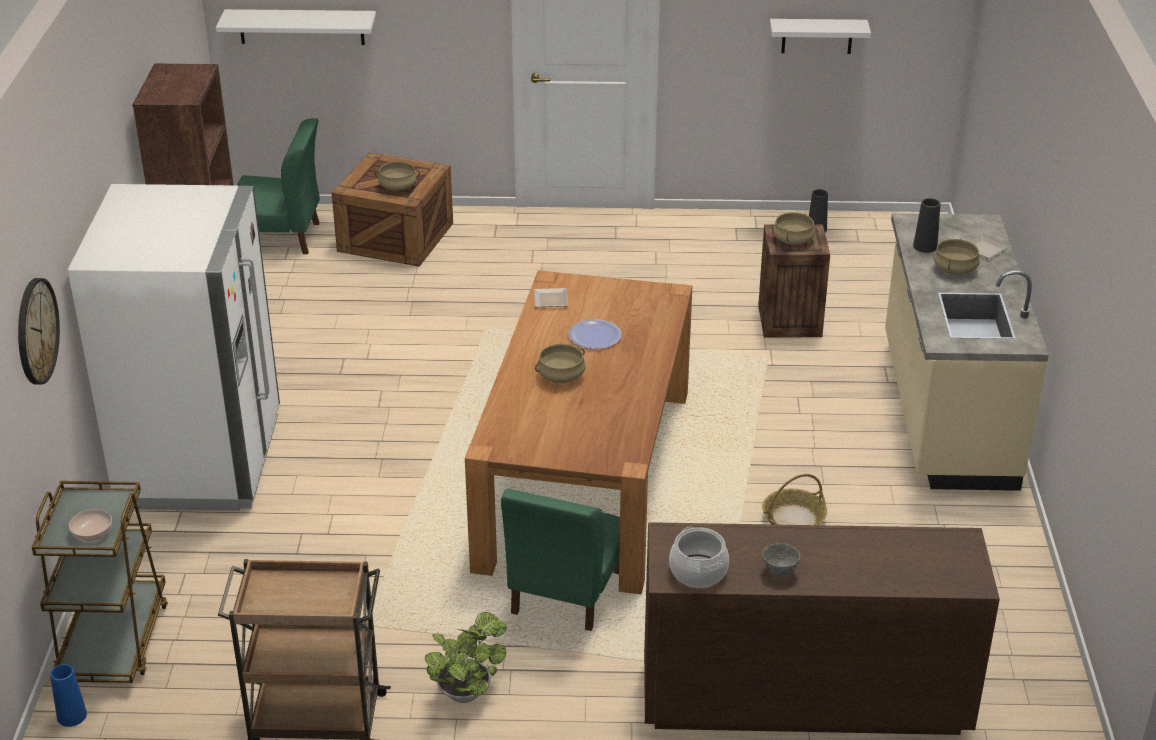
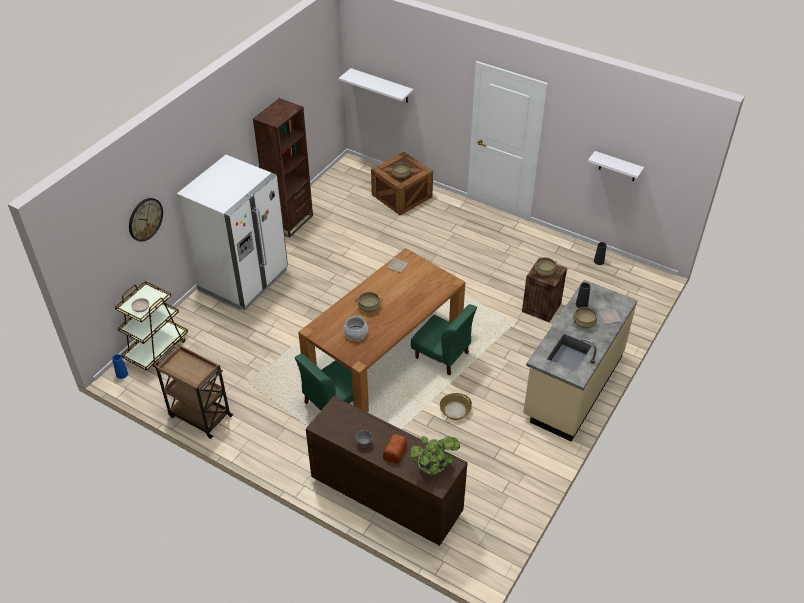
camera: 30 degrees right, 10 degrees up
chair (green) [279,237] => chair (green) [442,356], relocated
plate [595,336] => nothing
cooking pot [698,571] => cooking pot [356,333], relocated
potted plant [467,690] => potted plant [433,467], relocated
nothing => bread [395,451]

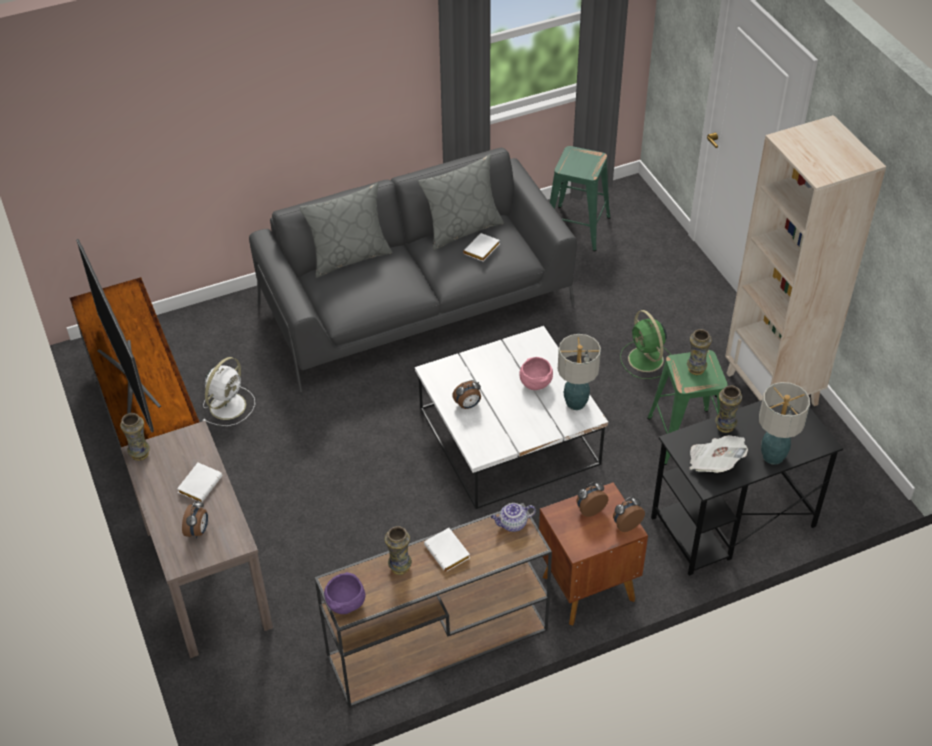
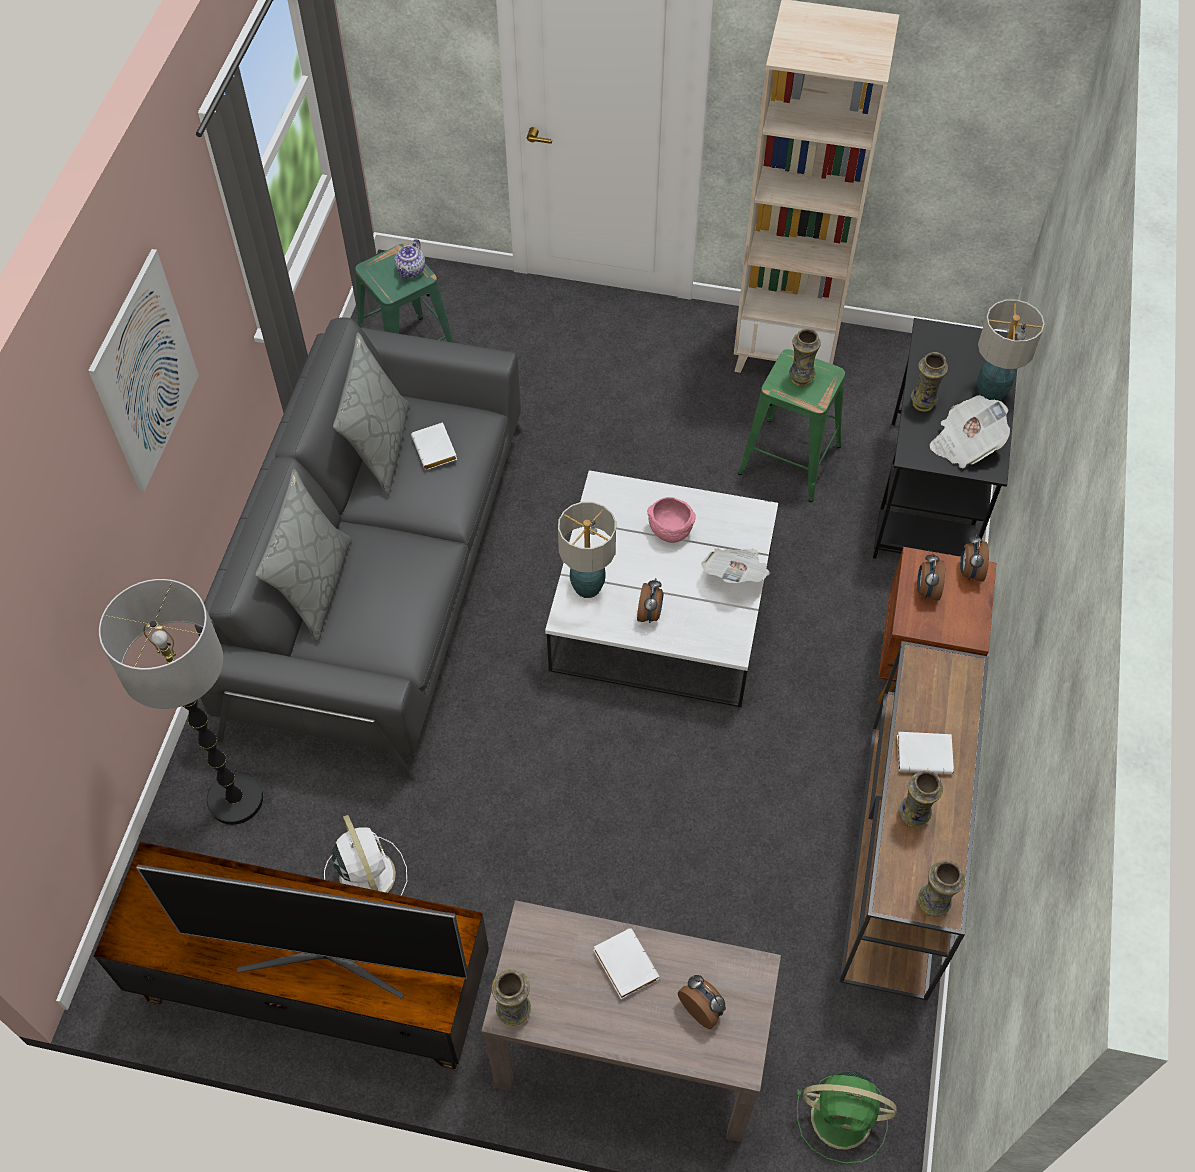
camera: 55 degrees left, 10 degrees up
fan (green) [646,360] => fan (green) [844,1118], relocated
table lamp [576,402] => table lamp [587,586], relocated
teapot [512,524] => teapot [411,271], relocated
bowl (purple) [346,605] => vase [933,904]
nothing => picture [145,372]
nothing => newspaper [735,575]
nothing => floor lamp [235,799]

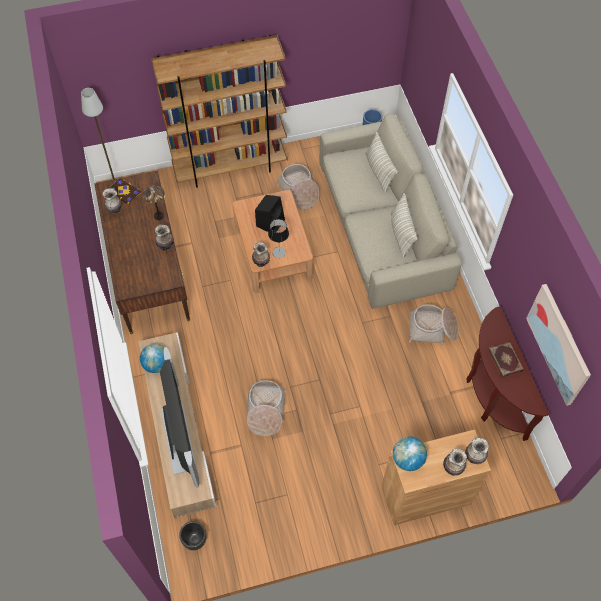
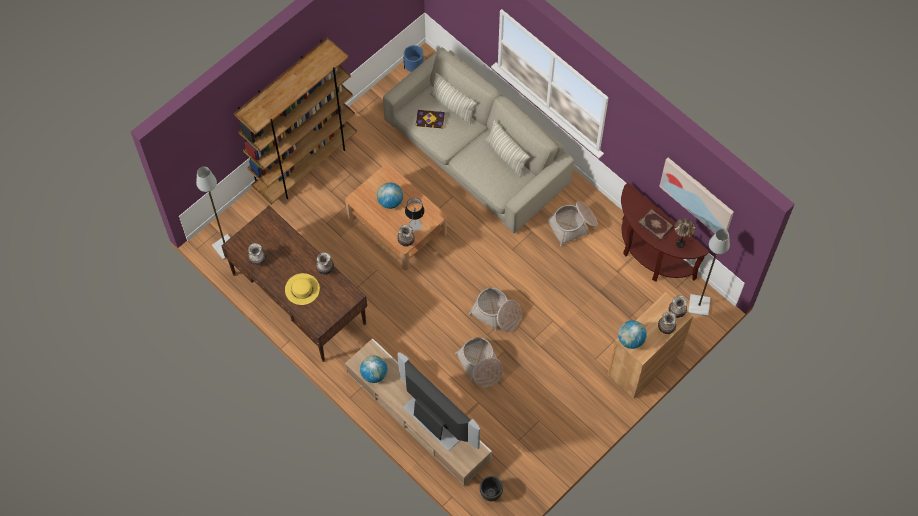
camera: 30 degrees left, 5 degrees up
basket [298,192] => basket [496,313], relocated
book [124,192] => book [430,119], relocated
table lamp [158,216] => table lamp [680,244], relocated
speaker (black) [270,222] => globe [390,201]
nothing => floor lamp (grey) [699,306]
nothing => hat (yellow) [302,289]

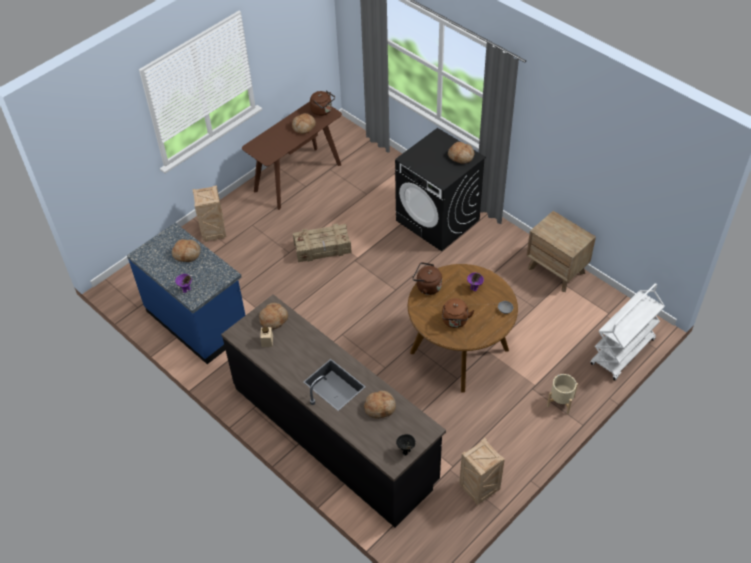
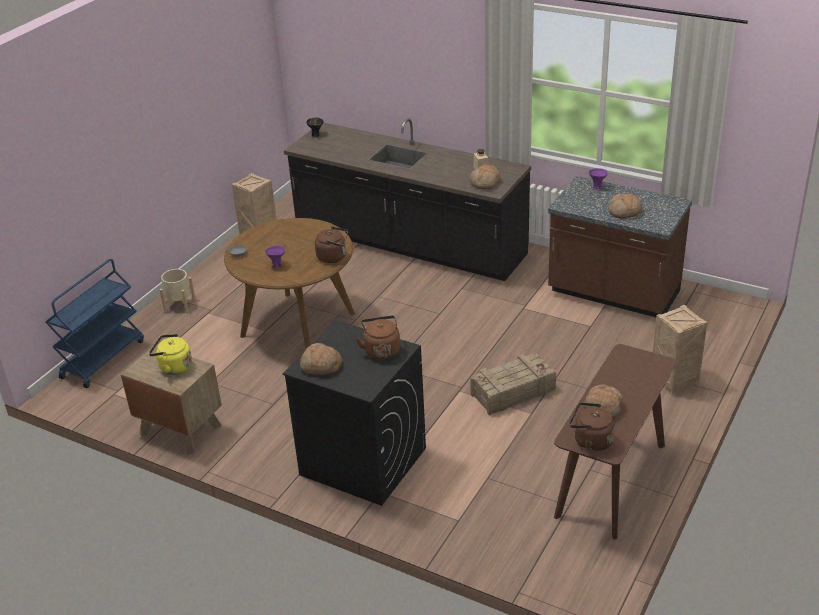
camera: 165 degrees right, 15 degrees down
counter (blue) [198,320] => counter (brown) [613,294]
cart (white) [622,352] => cart (blue) [103,358]
kettle (brown) [455,321] => kettle (brown) [381,350], relocated
bread [380,407] => nothing
nothing => kettle (yellow) [173,367]

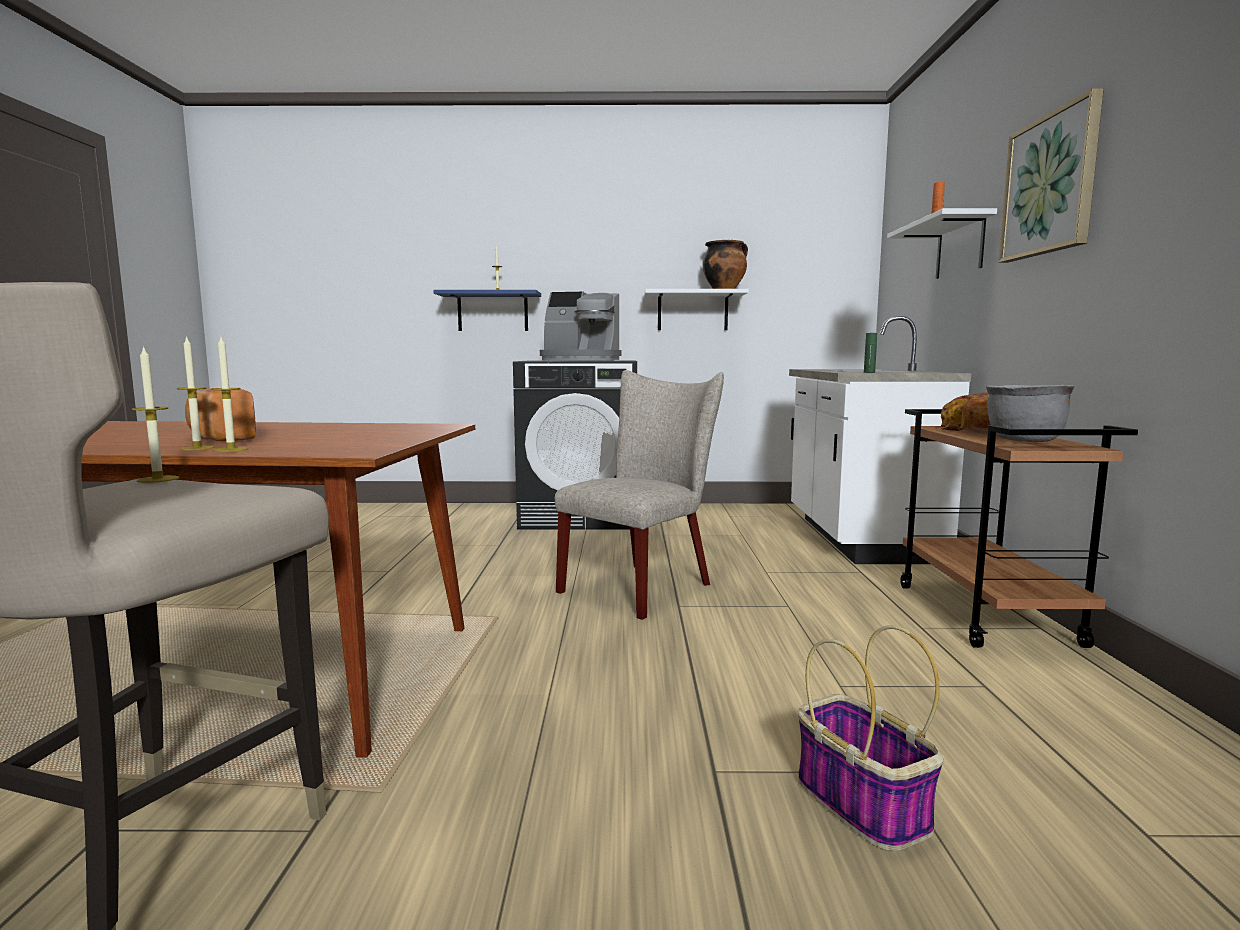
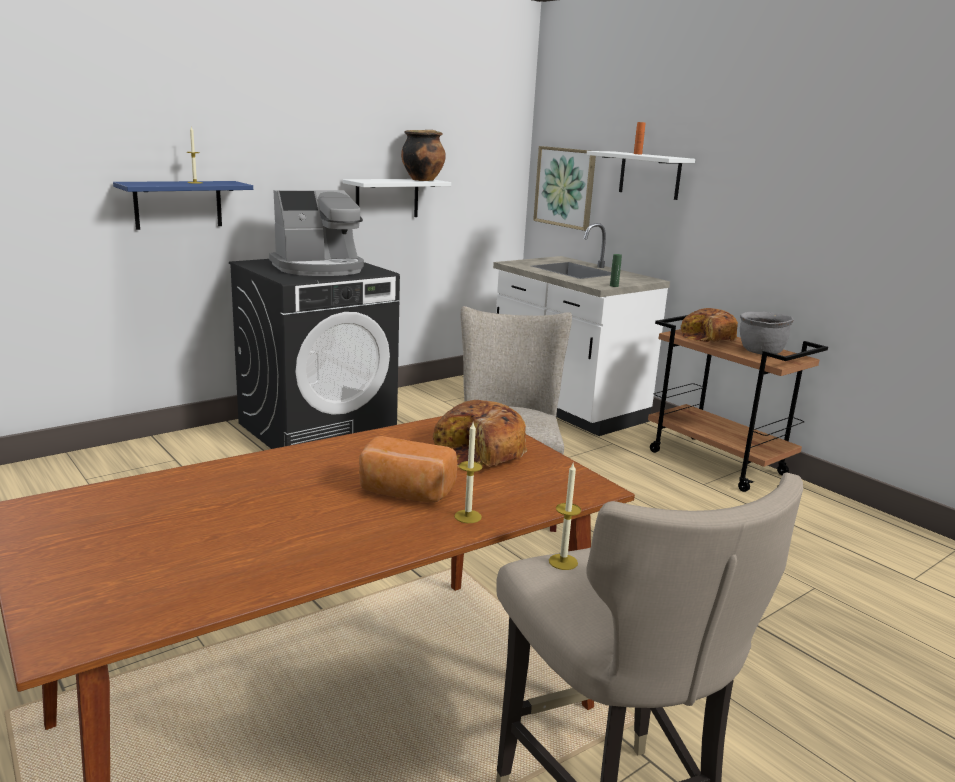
camera: 40 degrees left, 10 degrees up
picture [1050,185] => picture [565,187], relocated
candle [231,449] => nothing
basket [859,802] => nothing
nothing => bread [479,453]

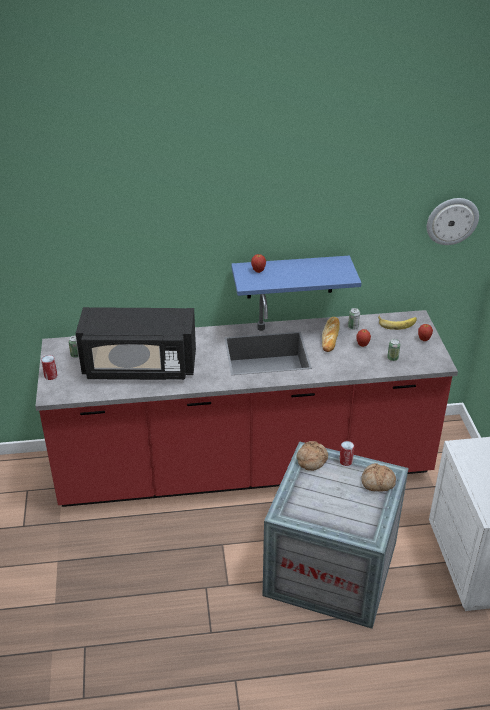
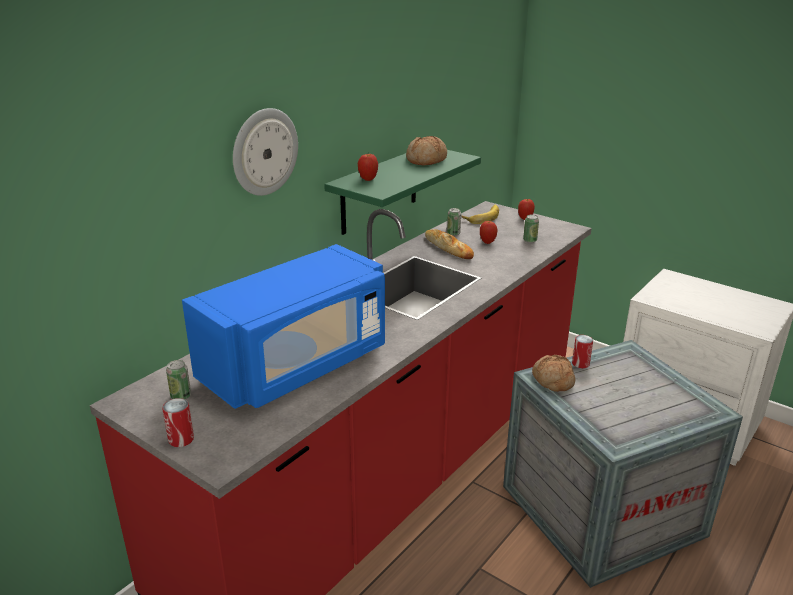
camera: 45 degrees left, 10 degrees down
wall clock [452,221] => wall clock [264,152], relocated
shelf (blue) [290,277] => shelf (green) [379,190]
microwave (black) [139,367] => microwave (blue) [297,365]
bread [377,483] => bread [427,160], relocated

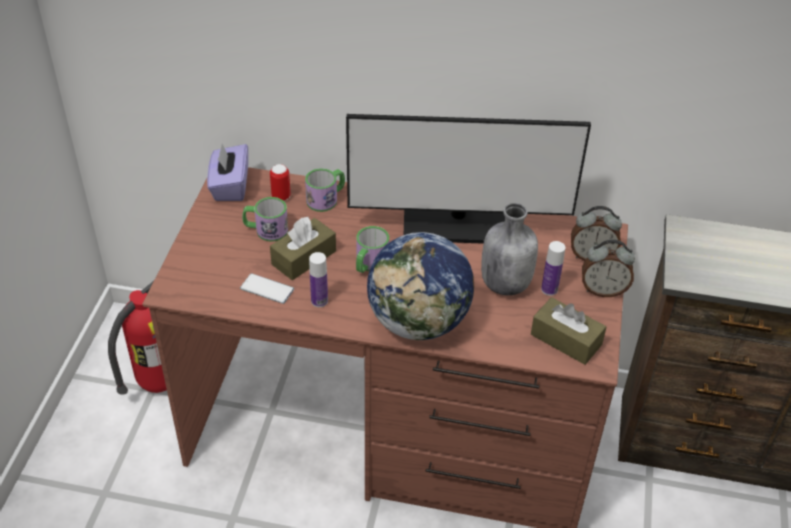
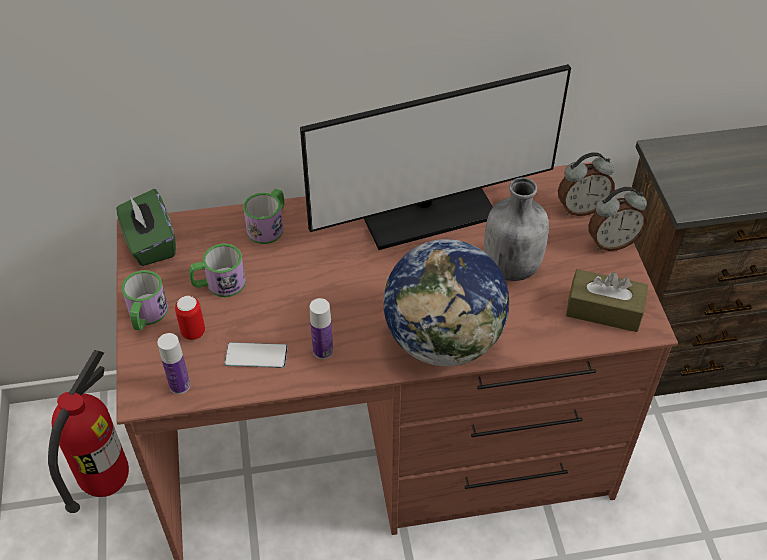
camera: 20 degrees left, 5 degrees up
tissue box (purple) [230,186] => tissue box (green) [150,243]
can [281,196] => can [193,332], relocated
tissue box (brown) [304,258] => nothing
mug [369,264] => mug [146,315], relocated
bottle [549,289] => bottle [180,385], relocated

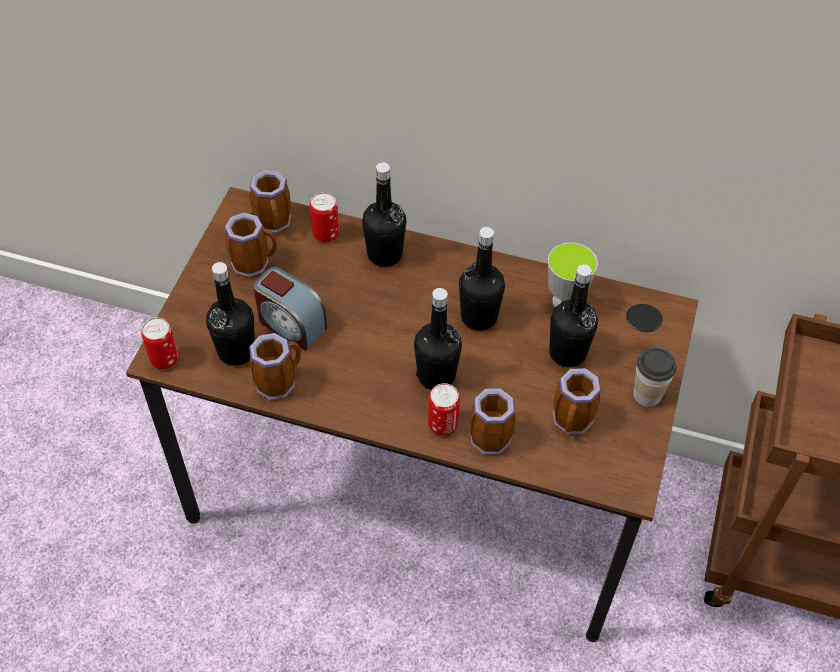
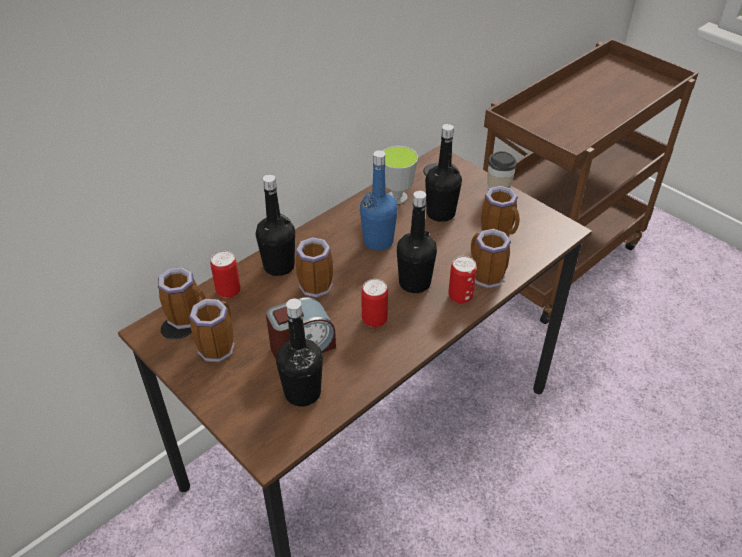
camera: 60 degrees left, 10 degrees down
bottle (black) [479,317] => bottle (blue) [378,241]
can [164,359] => can [374,320], relocated
mug [278,381] => mug [314,284], relocated

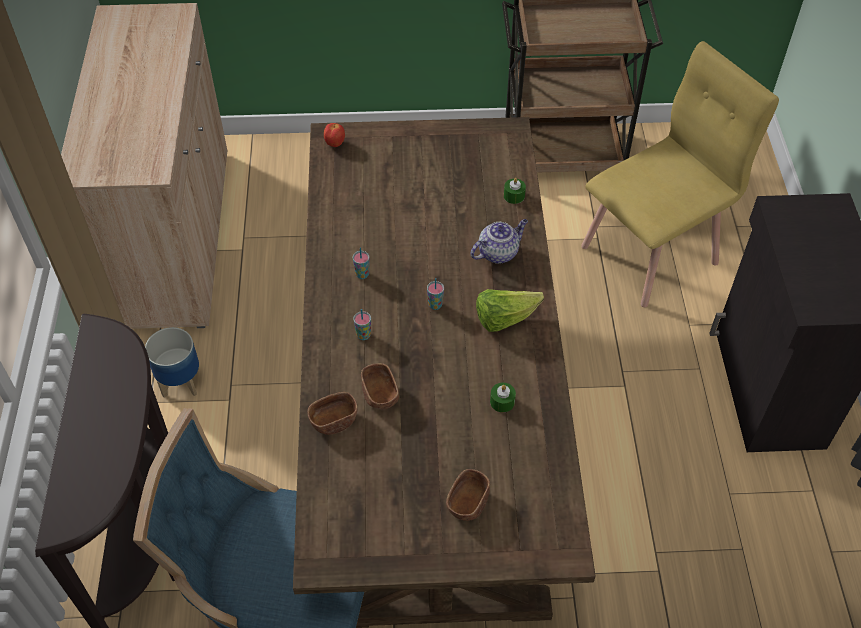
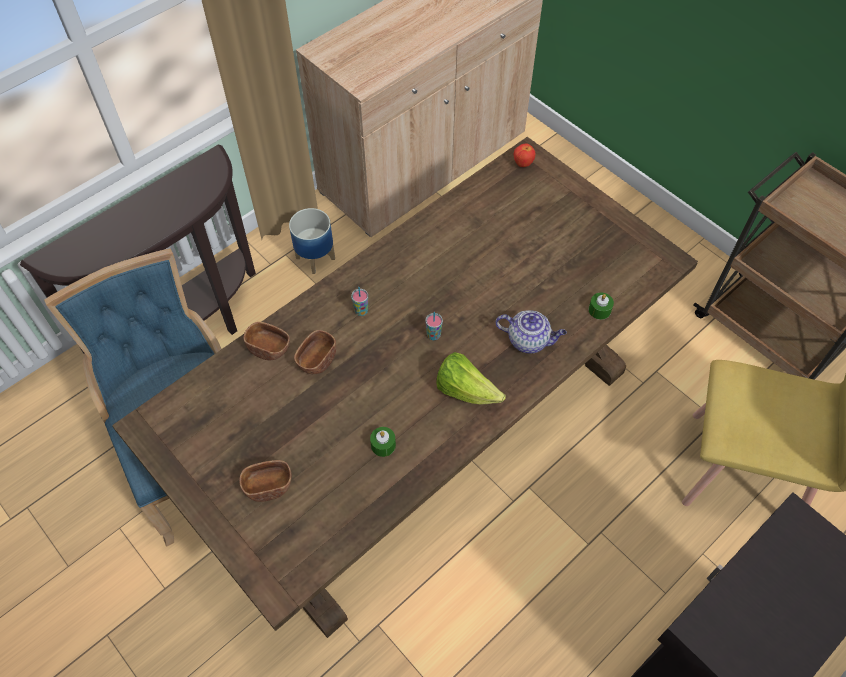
camera: 50 degrees right, 5 degrees up
cup [362,274] => nothing

